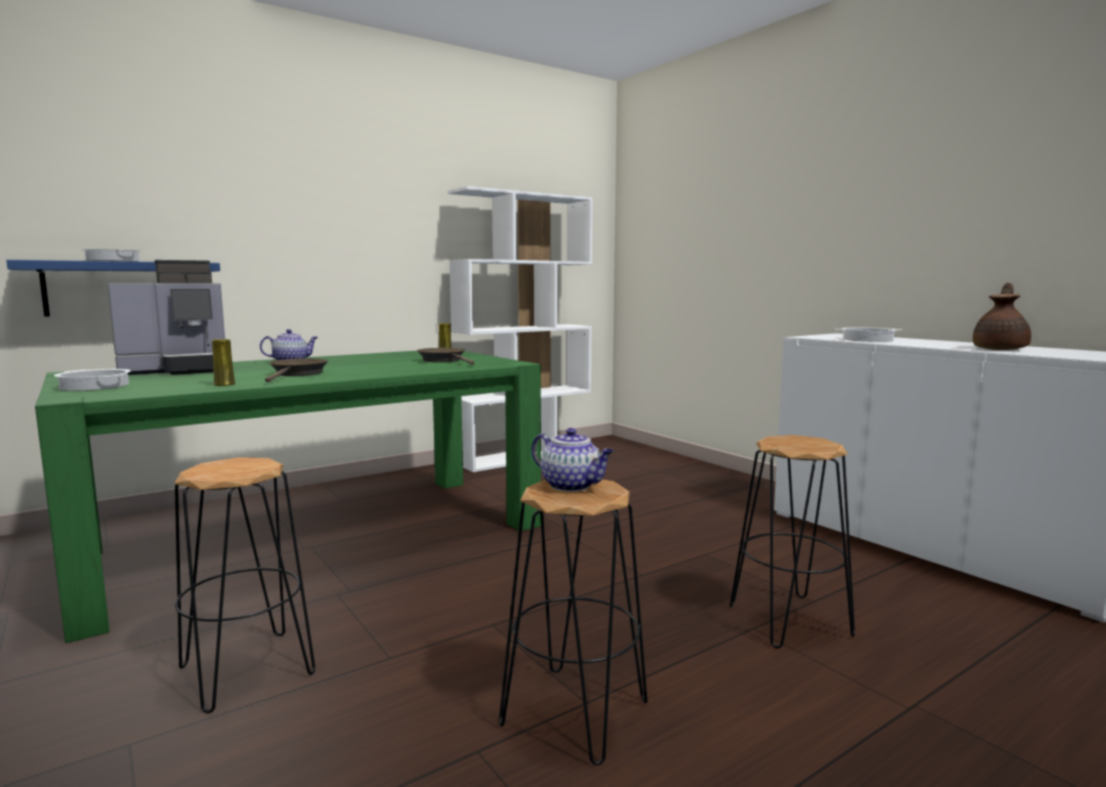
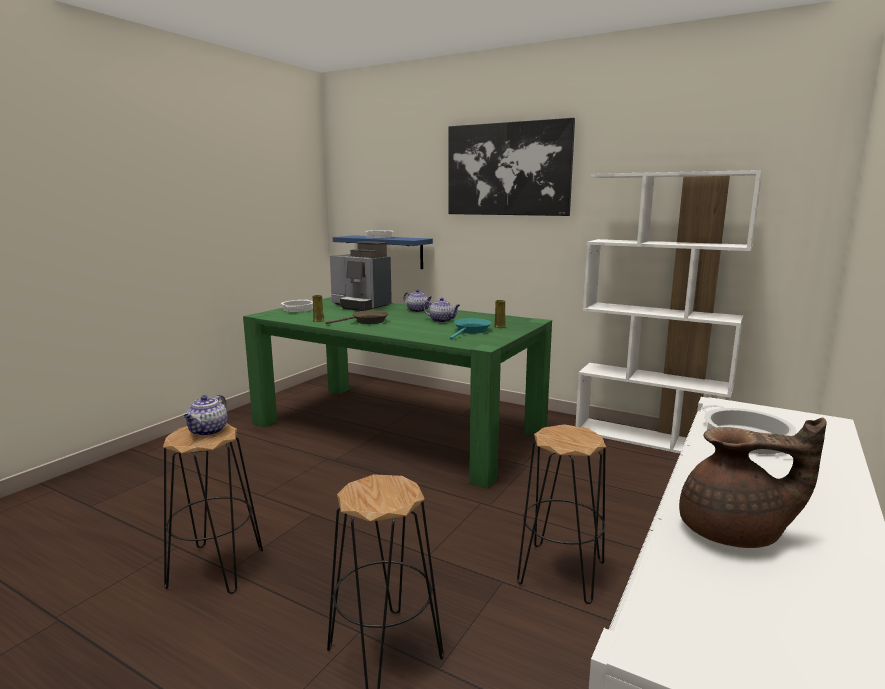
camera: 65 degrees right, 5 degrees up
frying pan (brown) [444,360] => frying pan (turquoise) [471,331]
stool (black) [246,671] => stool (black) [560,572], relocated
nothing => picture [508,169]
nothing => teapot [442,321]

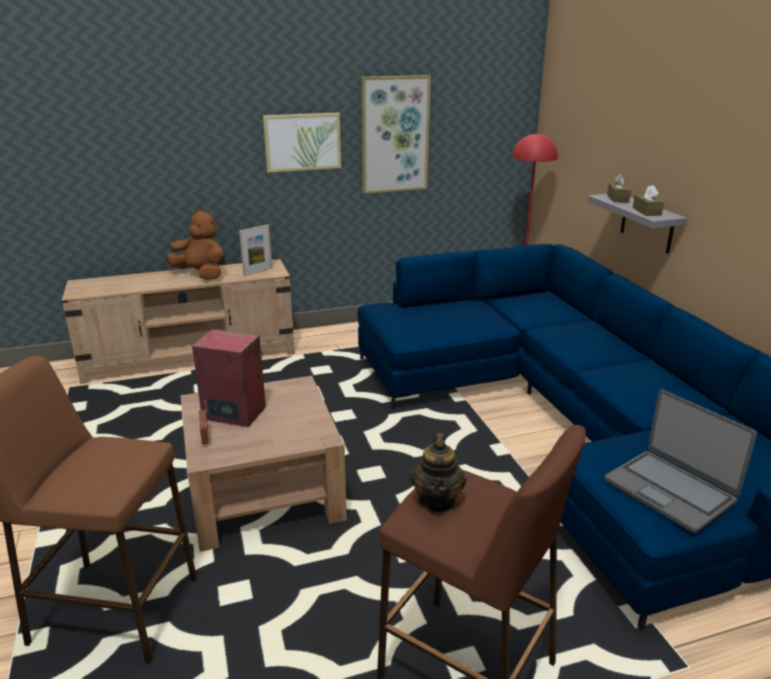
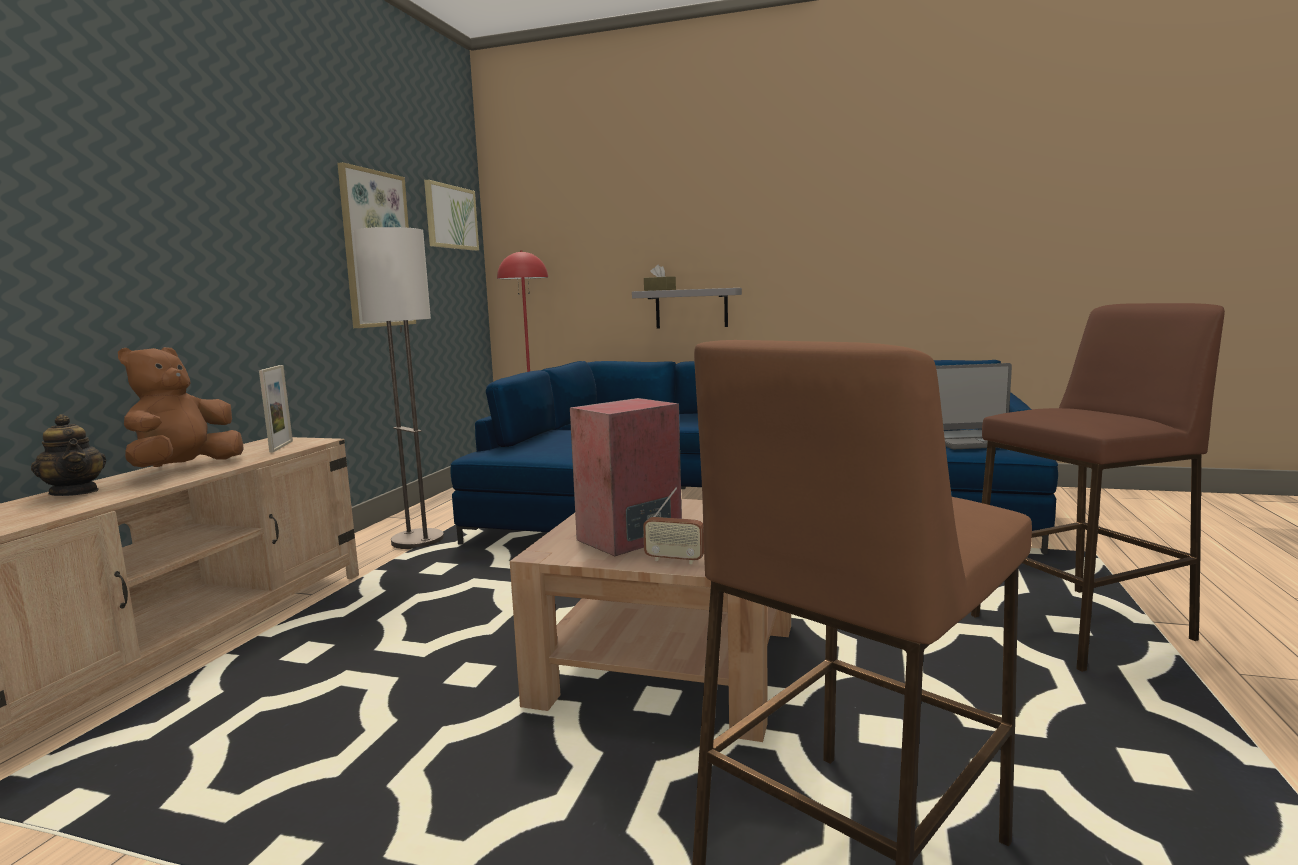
camera: 55 degrees left, 15 degrees down
picture [302,142] => picture [451,217], relocated
tissue box (brown) [646,211] => nothing
plush toy (brown) [200,274] => plush toy (brown) [184,468], 45 degrees counterclockwise
teapot [437,500] => teapot [75,492], relocated
nothing => floor lamp [417,540]

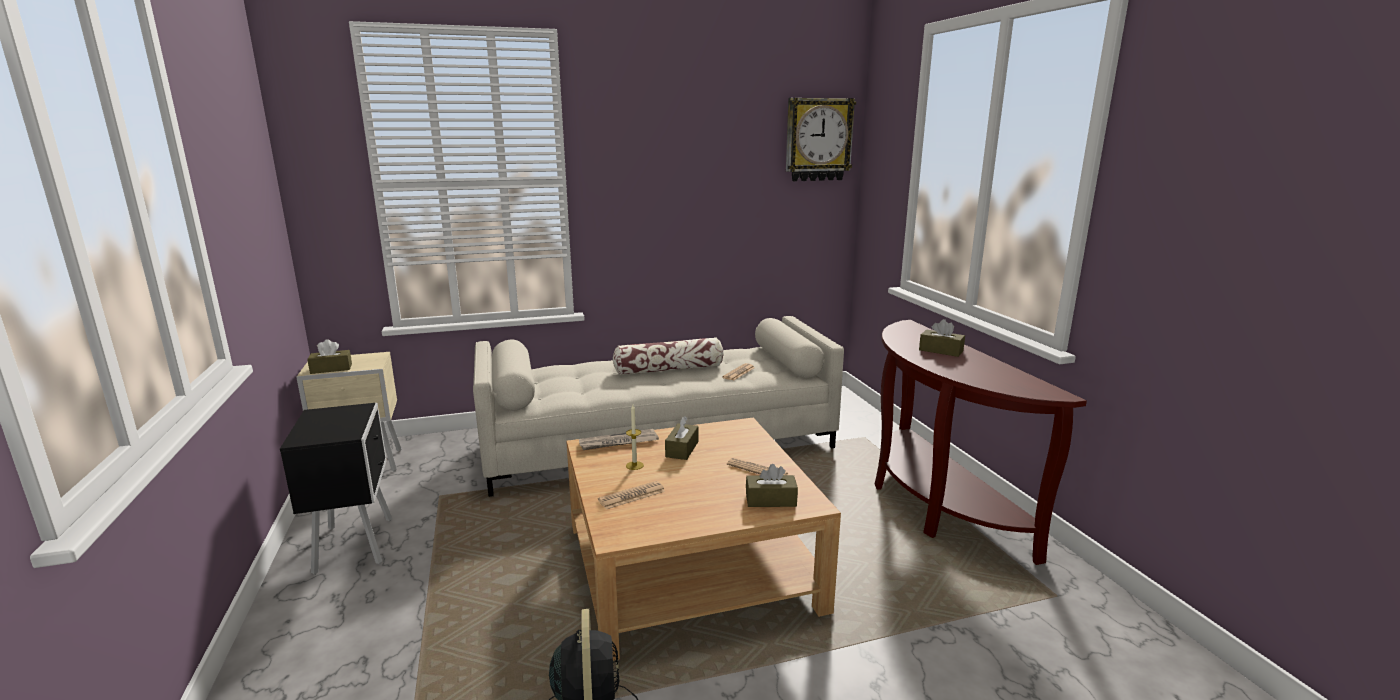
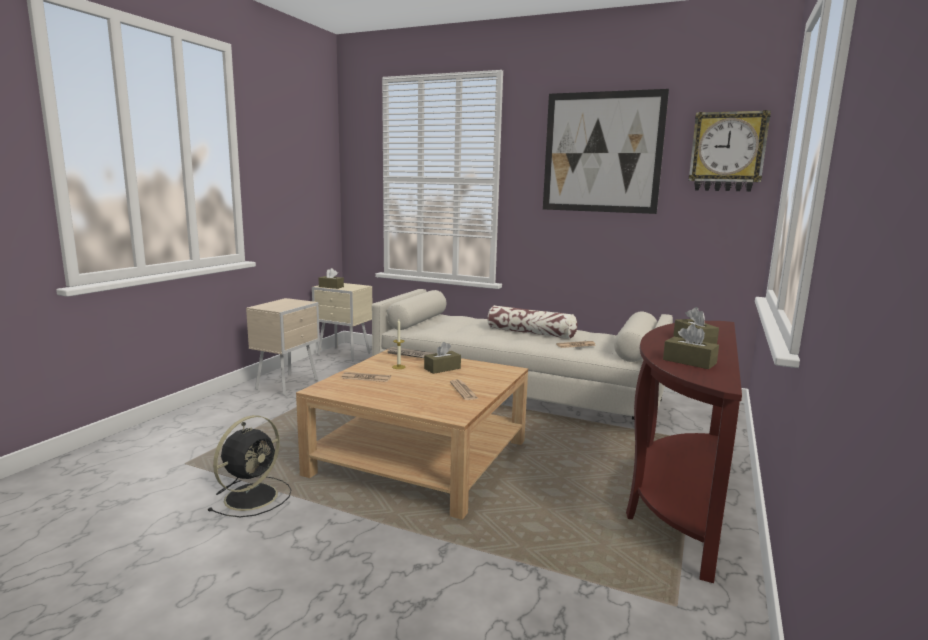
camera: 40 degrees right, 5 degrees down
nightstand (black) [356,544] => nightstand (beige) [288,384]
tissue box (brown) [771,500] => tissue box (brown) [689,361], relocated
nothing => picture [602,152]

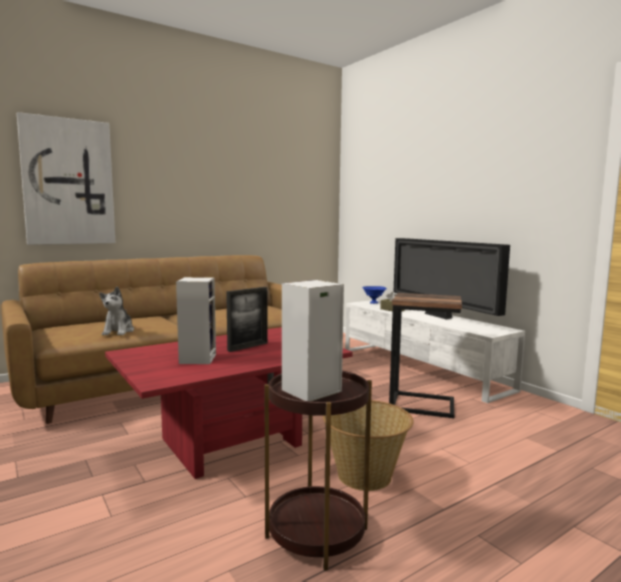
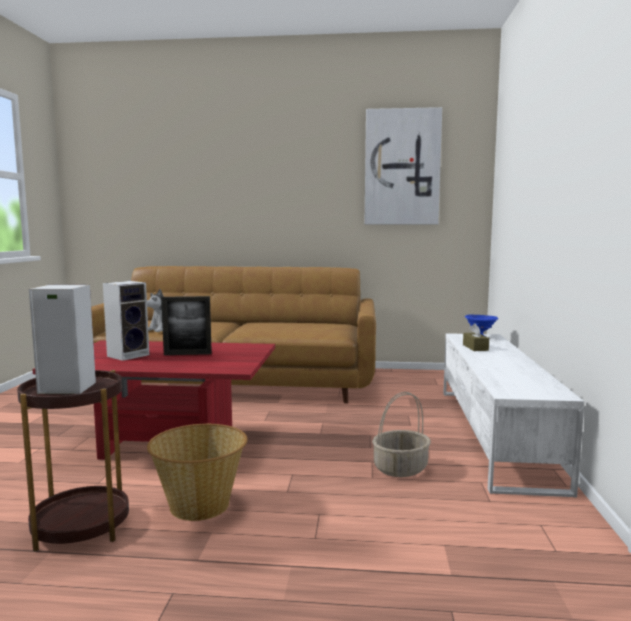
camera: 40 degrees right, 0 degrees up
picture [68,182] => picture [402,167], relocated
television [440,316] => nothing
side table [421,404] => basket [400,468]

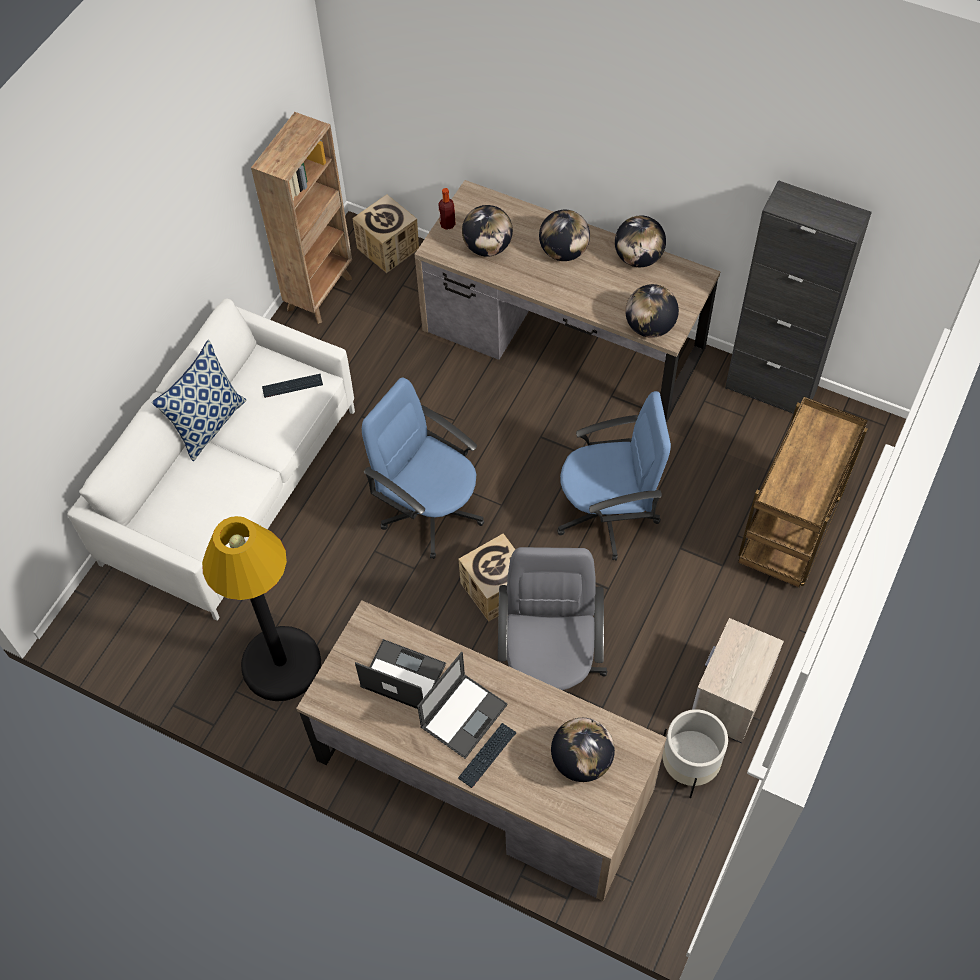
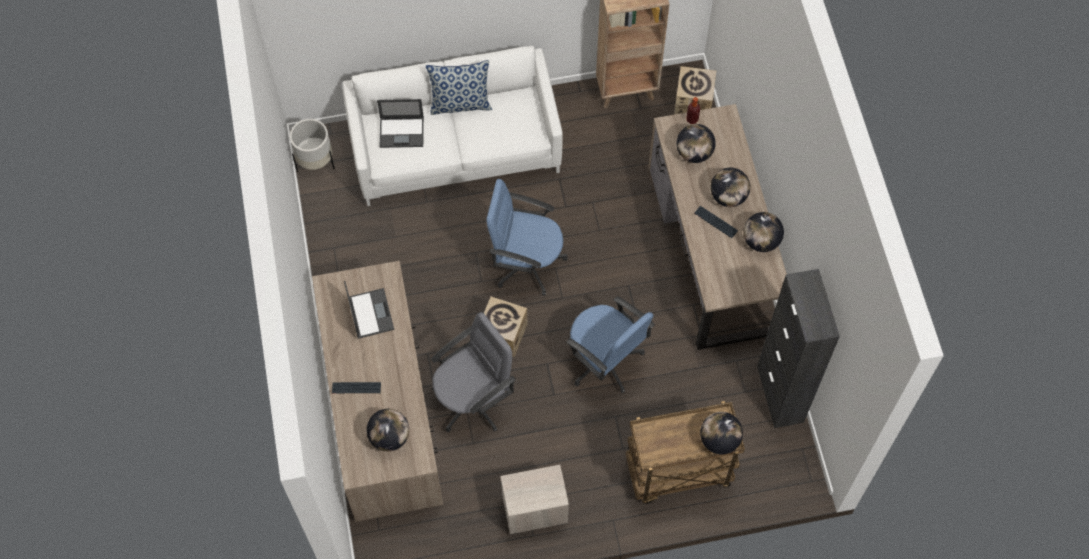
camera: 50 degrees right, 5 degrees up
globe [649,327] => globe [719,440], relocated
keyboard [292,386] => keyboard [715,222], relocated
office chair (blue) [431,510] => office chair (blue) [526,262], 75 degrees counterclockwise
floor lamp (black) [281,664] => nothing
laptop [464,715] => laptop [402,132], relocated
planter (white) [689,766] => planter (white) [315,161], relocated

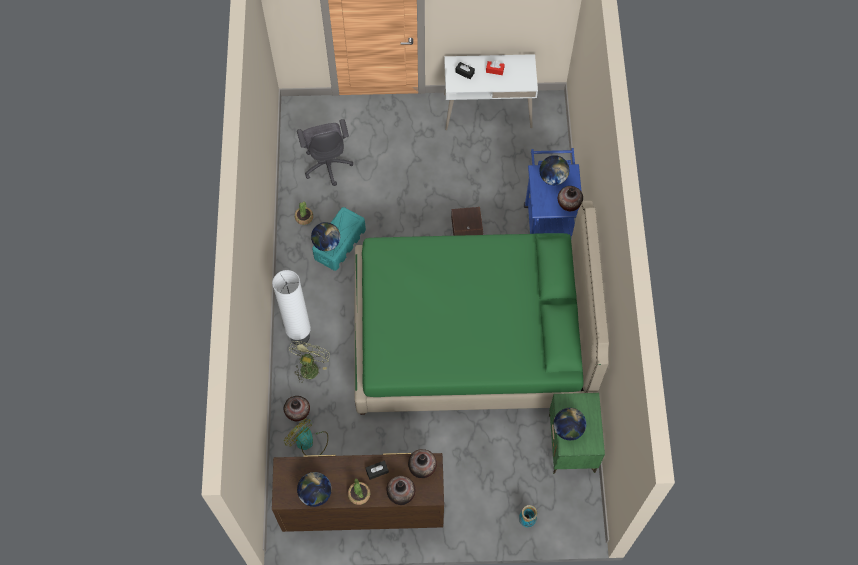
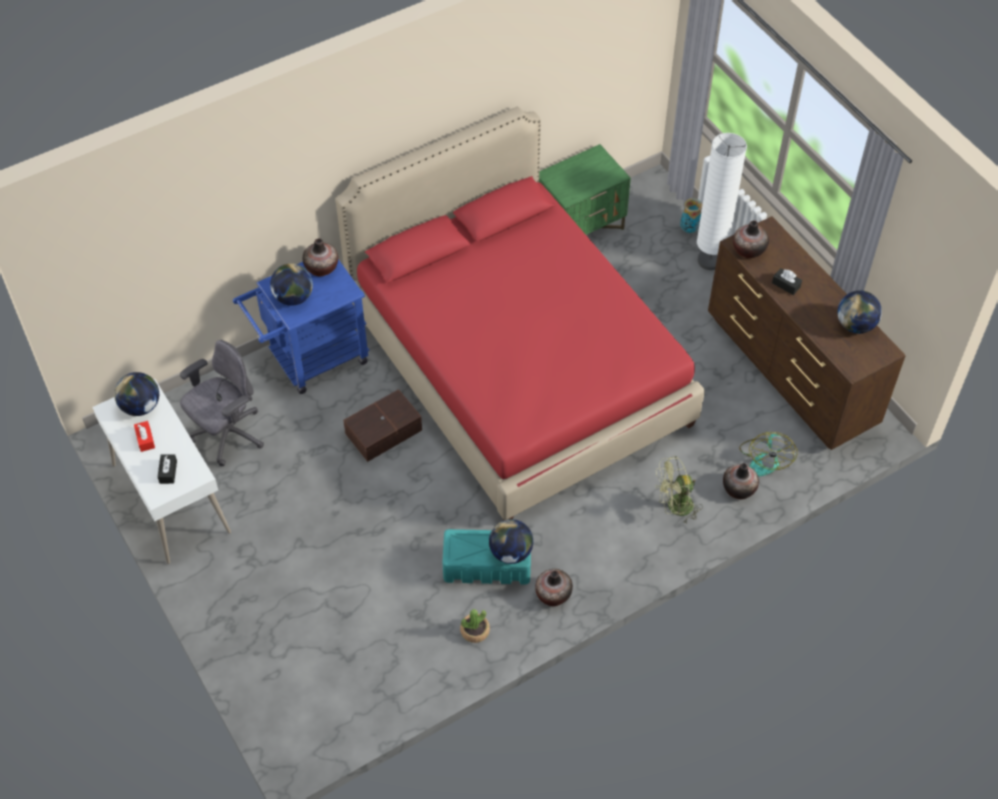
camera: 120 degrees left, 10 degrees down
office chair (grey) [327,164] => office chair (grey) [227,435], relocated
bed (green) [471,336] => bed (red) [518,367]
floor lamp (white) [300,336] => floor lamp (white) [709,260], relocated
globe [568,429] => globe [141,406], relocated
vase [401,493] => vase [553,594], relocated
potted plant [359,494] => nothing

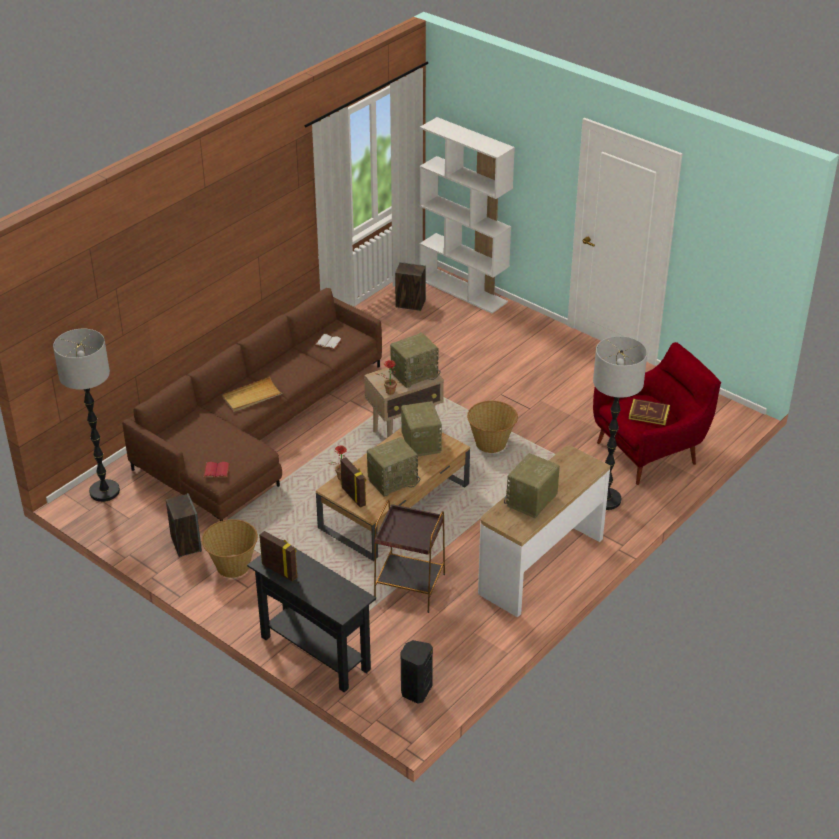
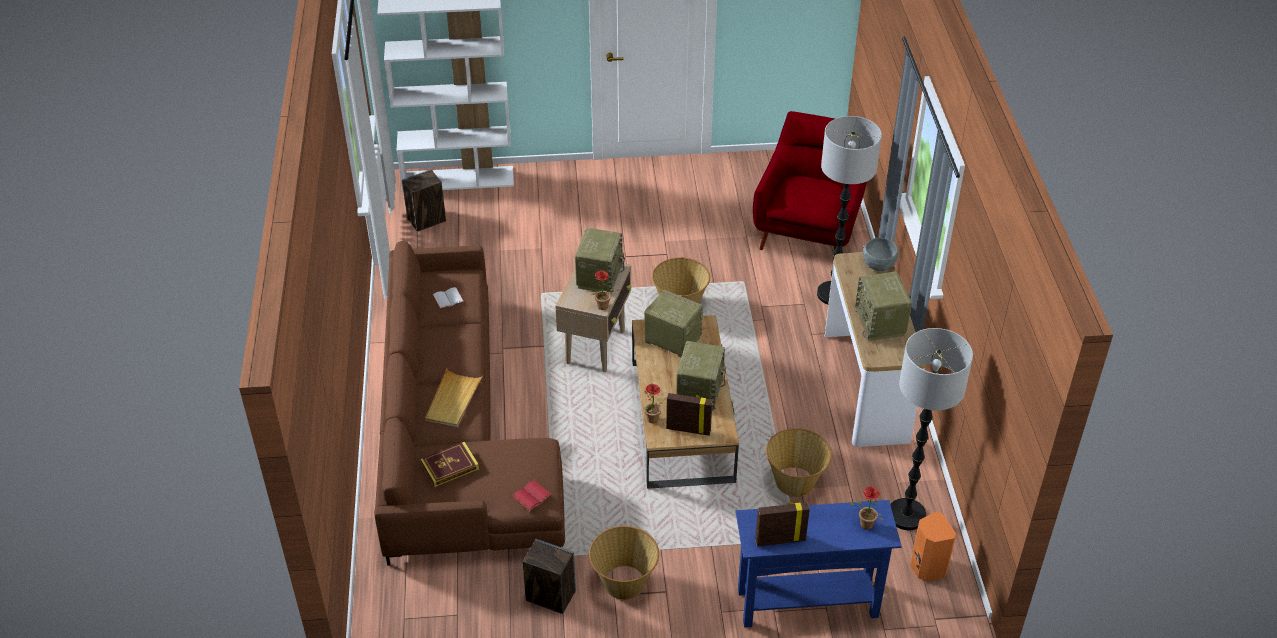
camera: 45 degrees left, 5 degrees up
floor lamp [104,491] => floor lamp [906,515], relocated
book [649,414] => book [450,466], relocated
side table (brown) [409,586] => basket [795,482]
console table (black) [315,653] => console table (blue) [807,603]
speaker (black) [415,690] => speaker (orange) [926,568]
nothing => bowl (grey) [878,264]
nothing => potted plant [863,525]

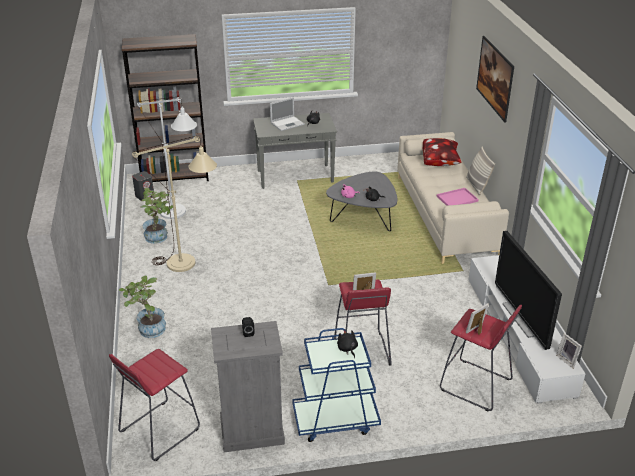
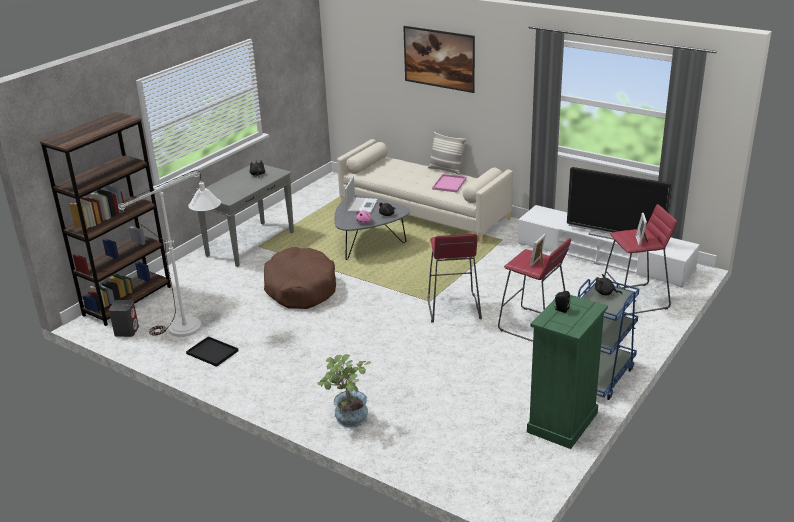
camera: 45 degrees left, 5 degrees down
laptop [288,123] => laptop [362,205], relocated
floor lamp (beige) [189,264] => nothing
pillow [440,162] => nothing
potted plant [159,237] => tray (black) [213,352]
dresser (grey) [251,431] => dresser (green) [562,423]
picture frame [567,360] => nothing
stool (red) [159,430] => stool (red) [453,308], relocated
nothing => dog bed (brown) [300,288]

